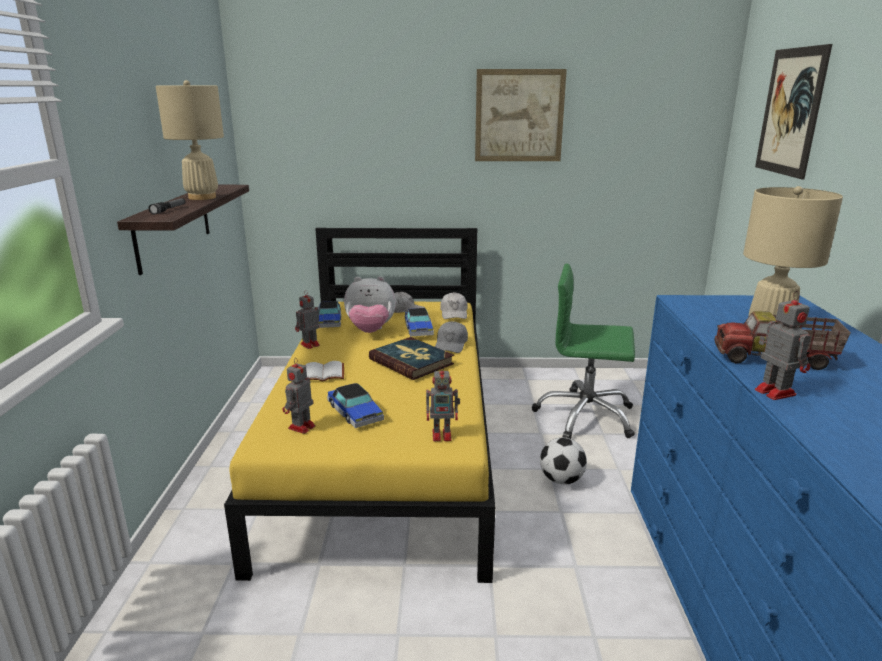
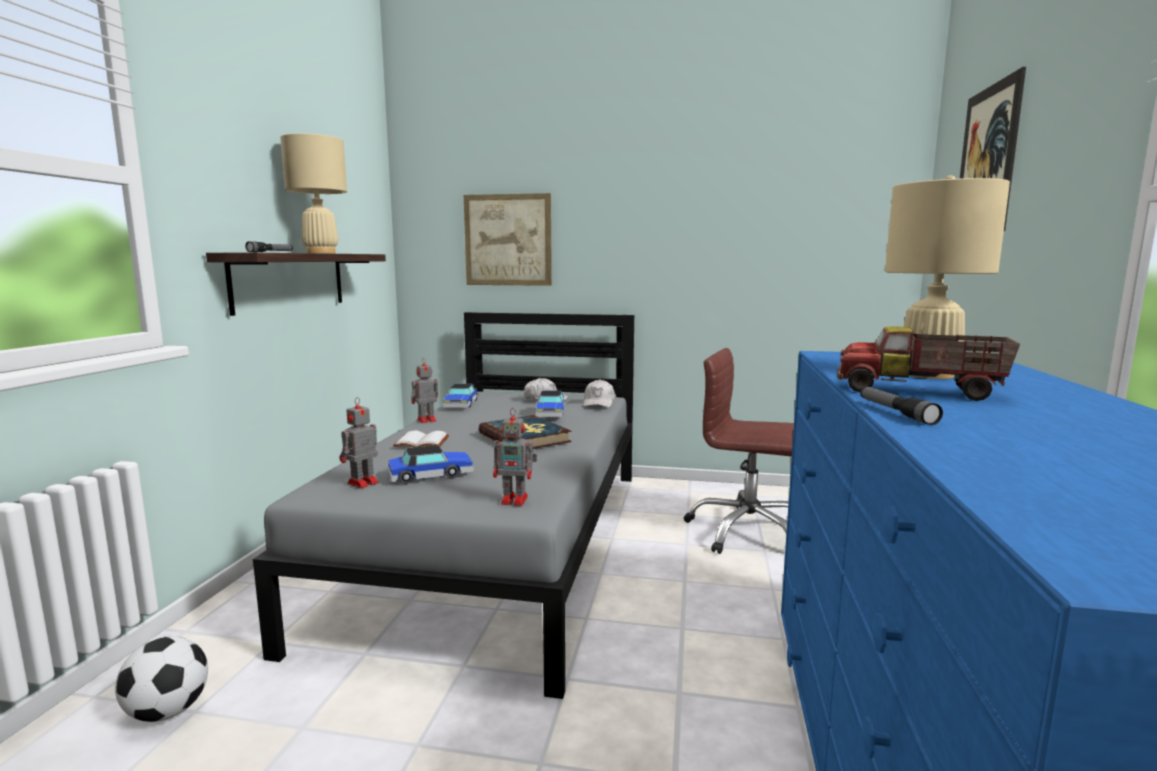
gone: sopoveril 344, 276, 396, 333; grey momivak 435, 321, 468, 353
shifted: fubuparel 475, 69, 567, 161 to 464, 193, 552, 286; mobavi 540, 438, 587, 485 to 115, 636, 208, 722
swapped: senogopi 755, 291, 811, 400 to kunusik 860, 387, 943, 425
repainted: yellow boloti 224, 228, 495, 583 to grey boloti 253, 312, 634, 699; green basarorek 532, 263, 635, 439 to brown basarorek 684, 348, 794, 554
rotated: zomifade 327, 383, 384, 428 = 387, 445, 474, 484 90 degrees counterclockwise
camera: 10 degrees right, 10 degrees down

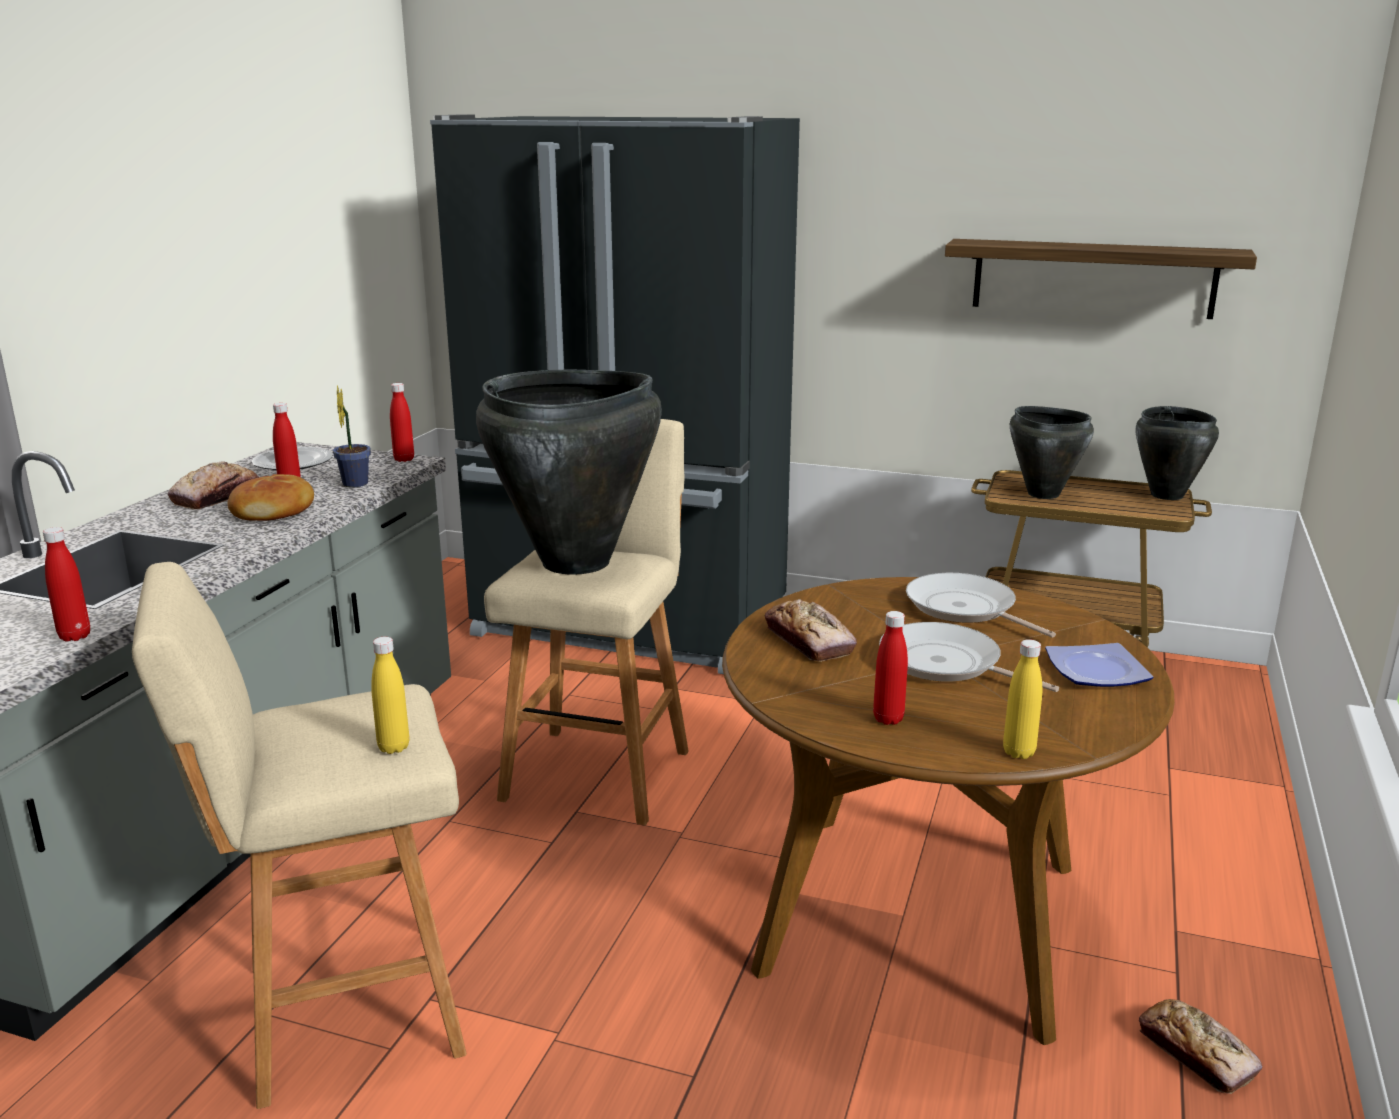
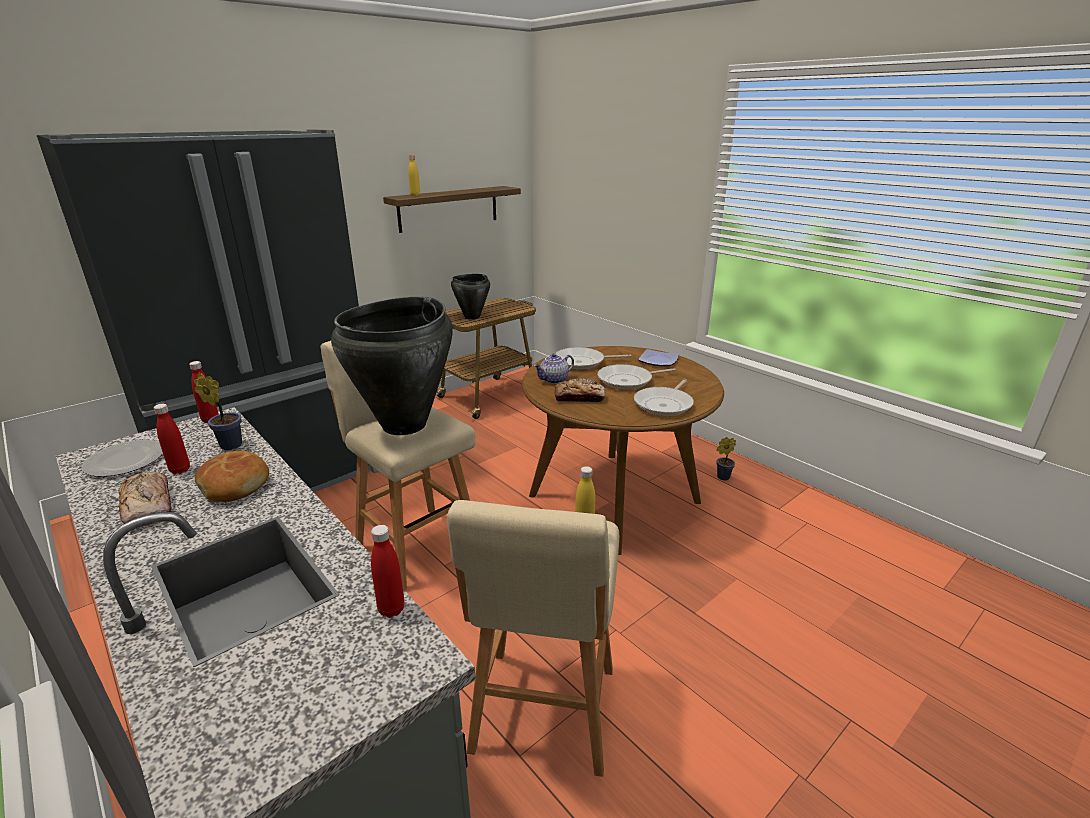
gone: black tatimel 1135, 406, 1219, 500
new: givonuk 533, 353, 574, 384
shifted: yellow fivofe 1003, 639, 1042, 759 to 408, 155, 420, 196
swapped: red fivofe 873, 611, 908, 725 to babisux 634, 379, 694, 416; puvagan 1139, 999, 1262, 1094 to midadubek 716, 437, 736, 480
camera: 60 degrees left, 5 degrees up

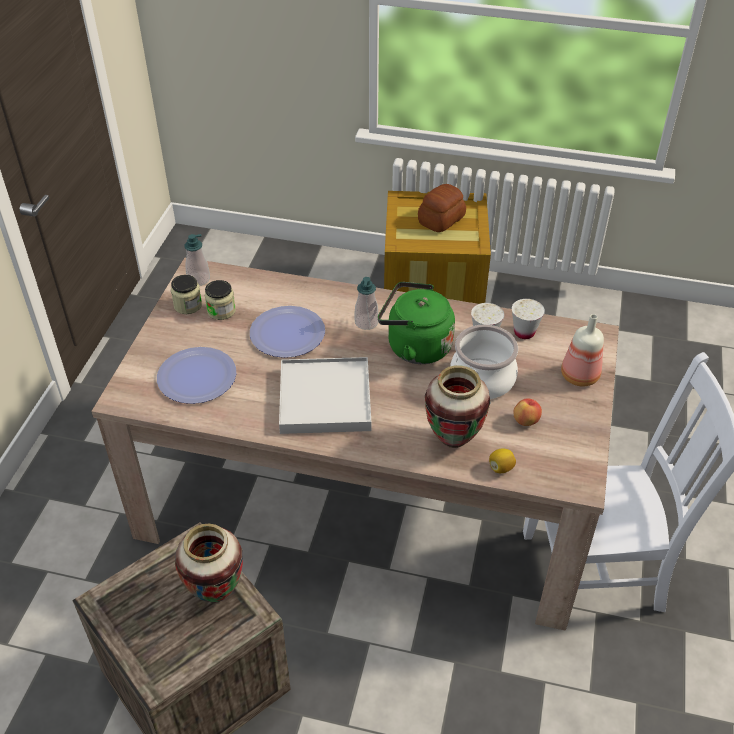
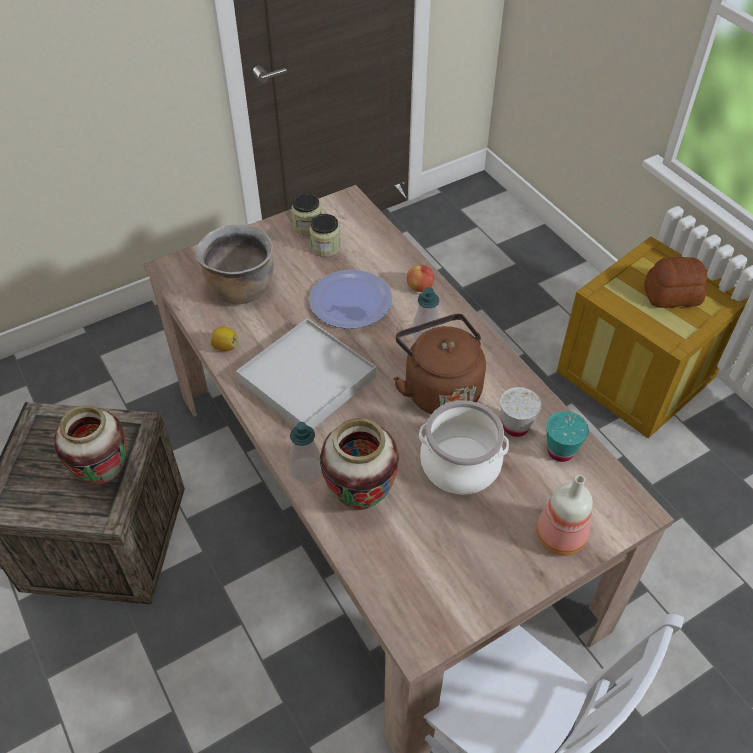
shifted: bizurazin 184, 234, 210, 286 to 289, 422, 321, 482; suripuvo 489, 449, 516, 473 to 210, 327, 238, 351; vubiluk 514, 398, 542, 426 to 407, 265, 434, 292
swapped: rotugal 157, 347, 236, 404 to brown tatimel 195, 225, 273, 304
repainted: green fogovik 378, 282, 455, 364 to brown fogovik 393, 314, 486, 414; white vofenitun 512, 299, 545, 339 to turquoise vofenitun 546, 411, 589, 462
camera: 45 degrees right, 5 degrees up

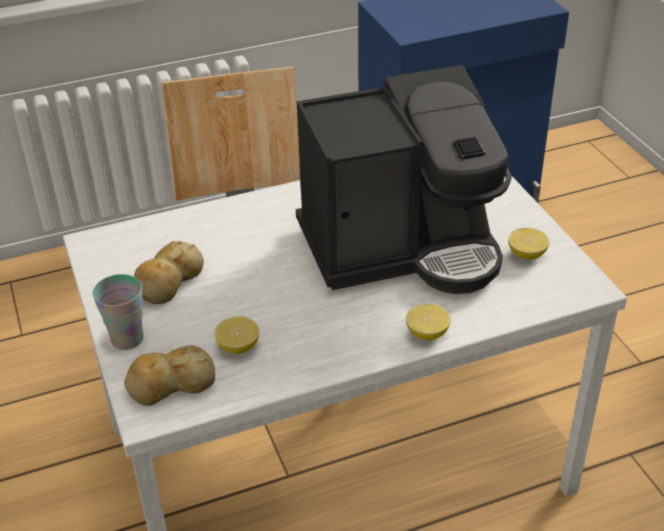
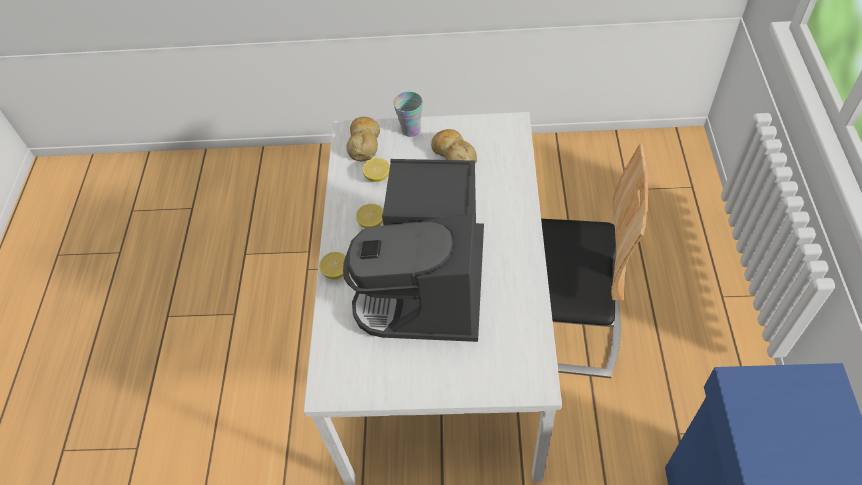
shifted: suripuvo 508, 228, 550, 260 to 356, 204, 384, 228
camera: 115 degrees right, 15 degrees up

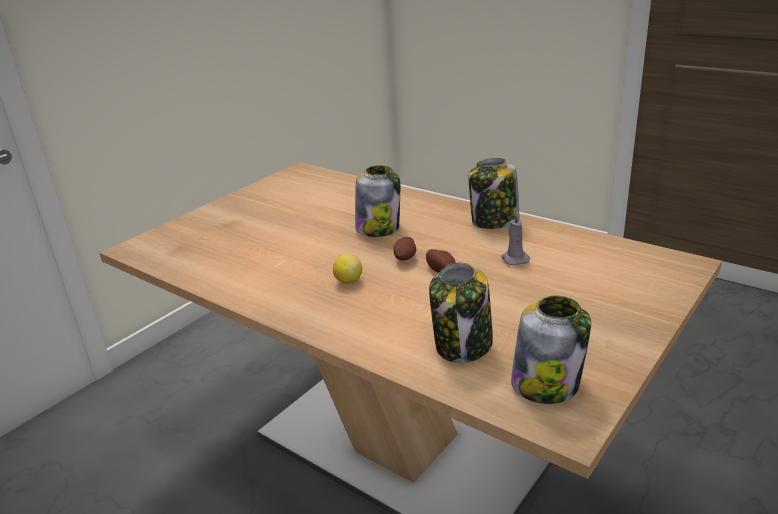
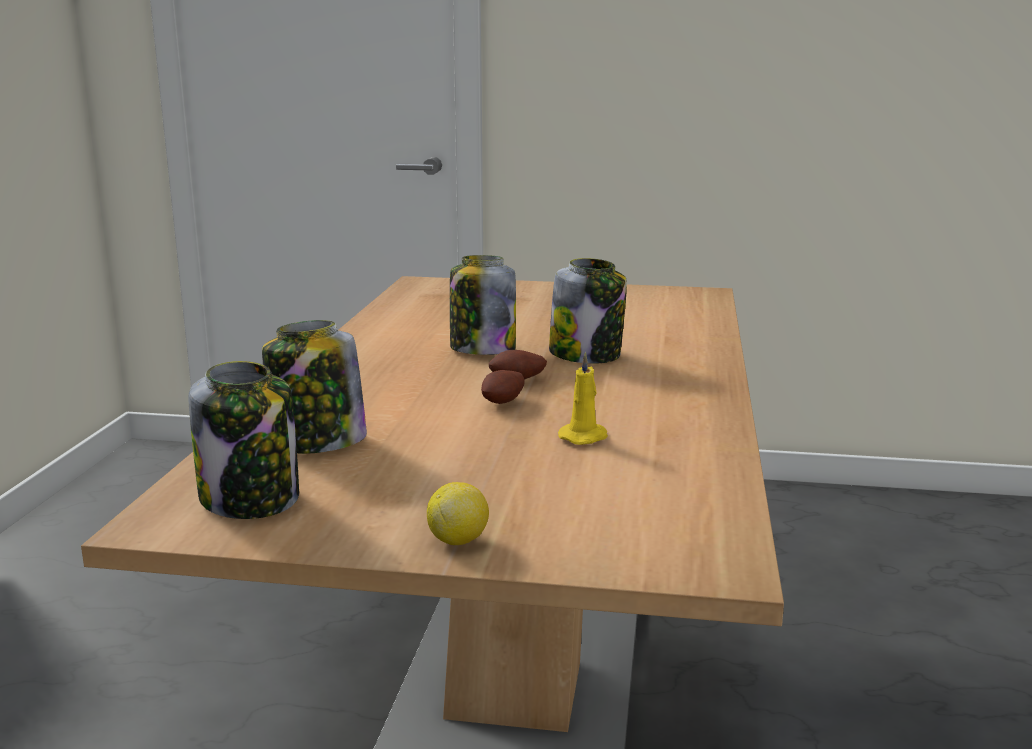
shifted: suripuvo 333, 254, 362, 284 to 427, 482, 489, 545; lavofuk 469, 158, 519, 229 to 450, 255, 516, 355
repainted: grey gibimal 501, 212, 530, 266 to yellow gibimal 558, 351, 608, 445
camera: 60 degrees right, 10 degrees down

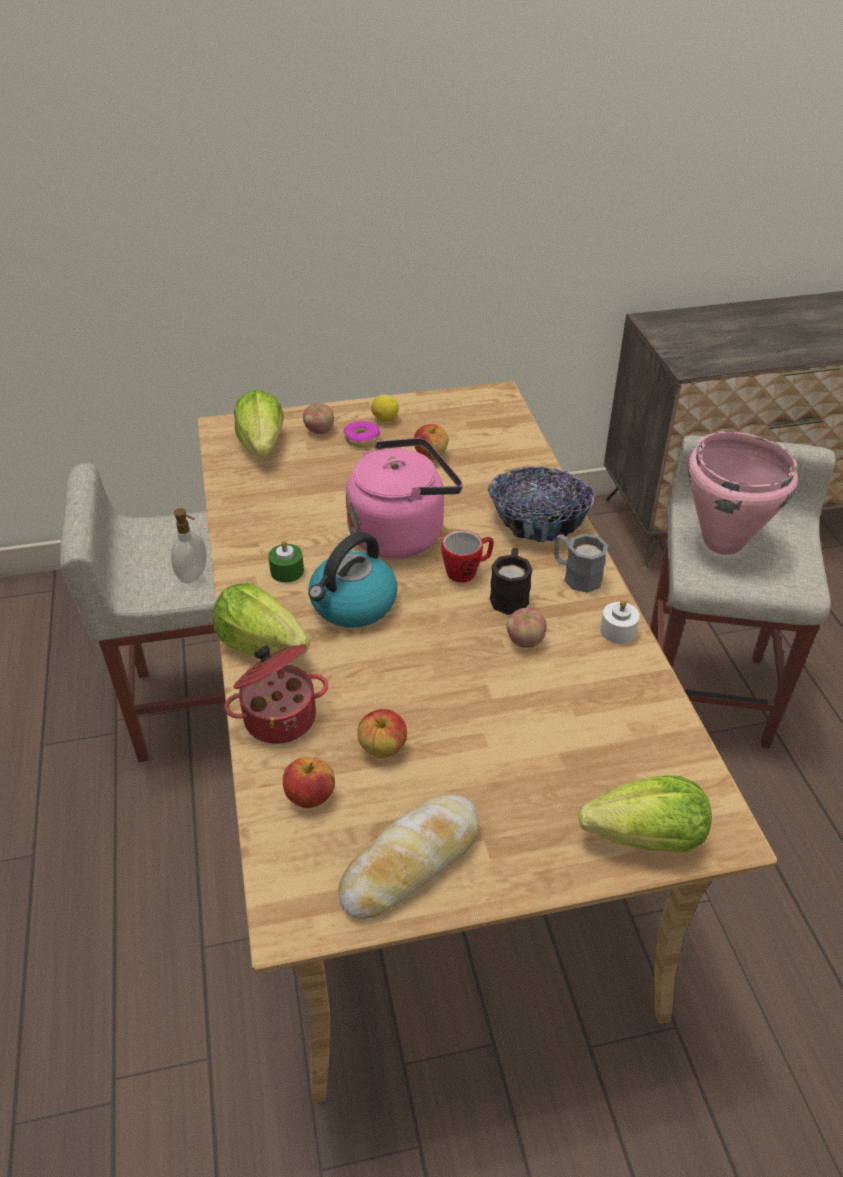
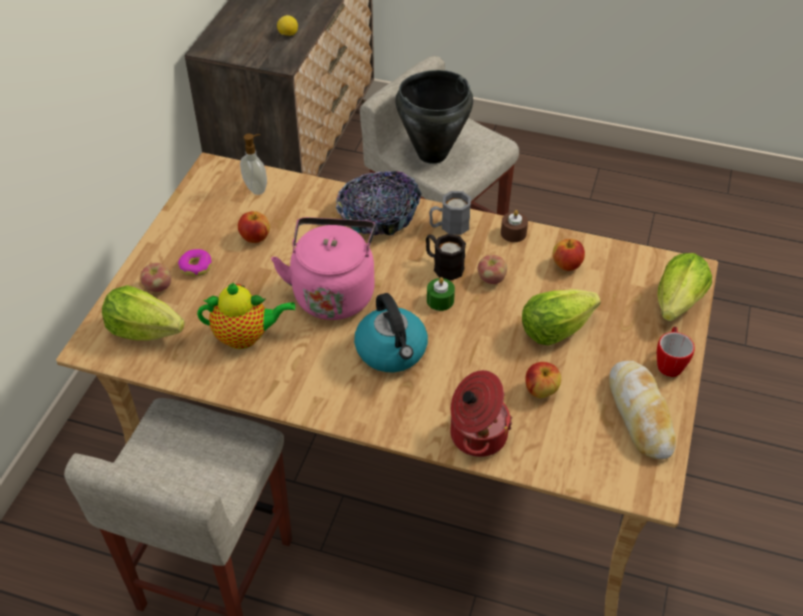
new: givonuk 197, 283, 295, 349
shifted: bizurazin 171, 508, 207, 584 to 240, 134, 267, 195; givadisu 212, 583, 310, 656 to 522, 289, 601, 346; green gibimal 268, 540, 304, 583 to 427, 277, 455, 311; vubiluk 283, 756, 335, 808 to 553, 239, 585, 271; suripuvo 371, 394, 399, 422 to 277, 15, 298, 36; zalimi 441, 530, 494, 583 to 657, 327, 695, 377
repainted: white gibimal 600, 599, 640, 644 to brown gibimal 501, 210, 528, 242; pink tatimel 688, 431, 798, 555 to black tatimel 395, 70, 473, 164
camera: 60 degrees left, 5 degrees up

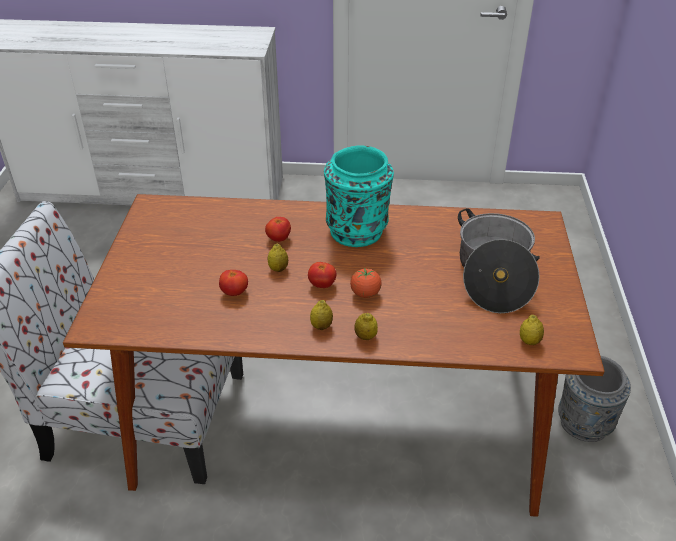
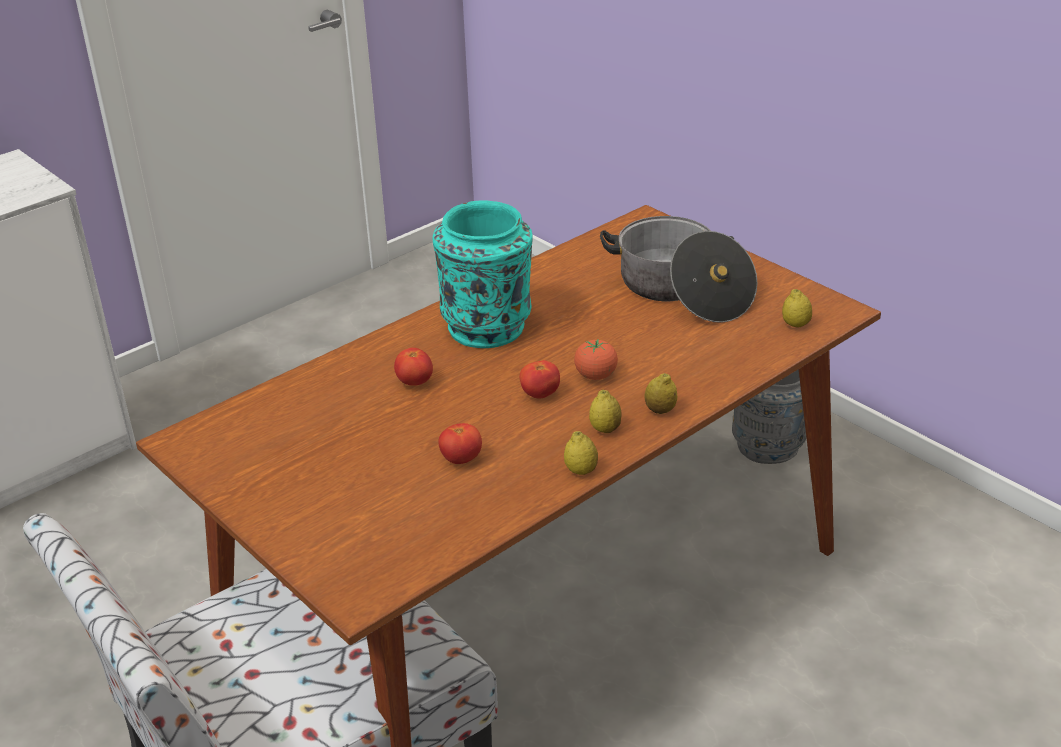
shifted: suripuvo 268, 244, 288, 272 to 564, 431, 598, 475
camera: 45 degrees left, 5 degrees down

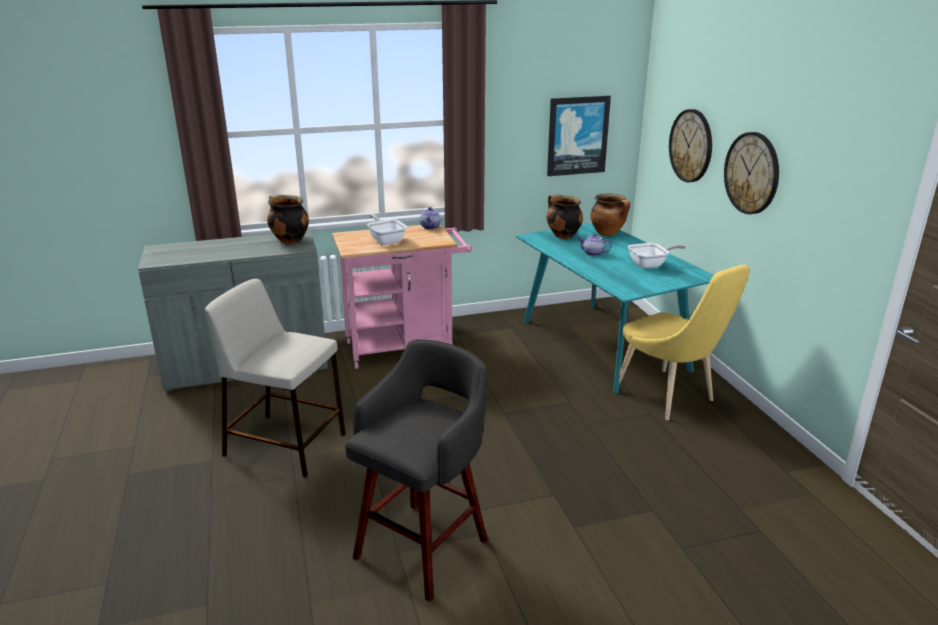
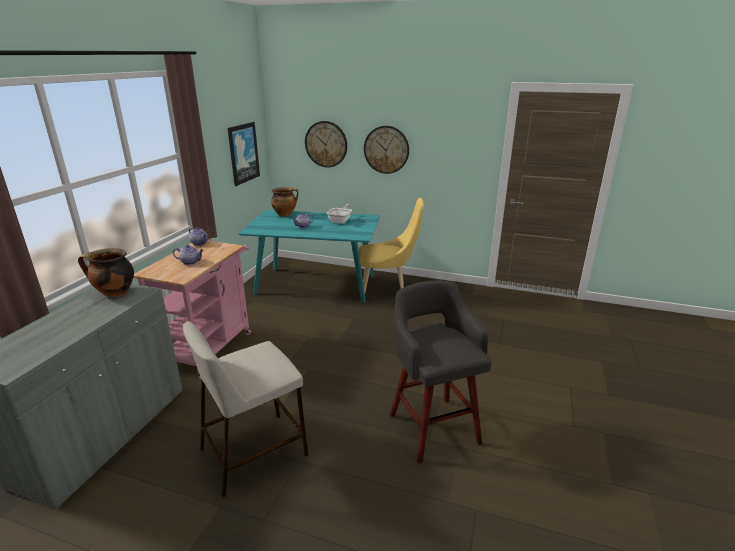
gone: tatimel 547, 195, 583, 239
swapped: babisux 367, 214, 407, 245 to givonuk 173, 245, 204, 265
camera: 55 degrees left, 0 degrees up

